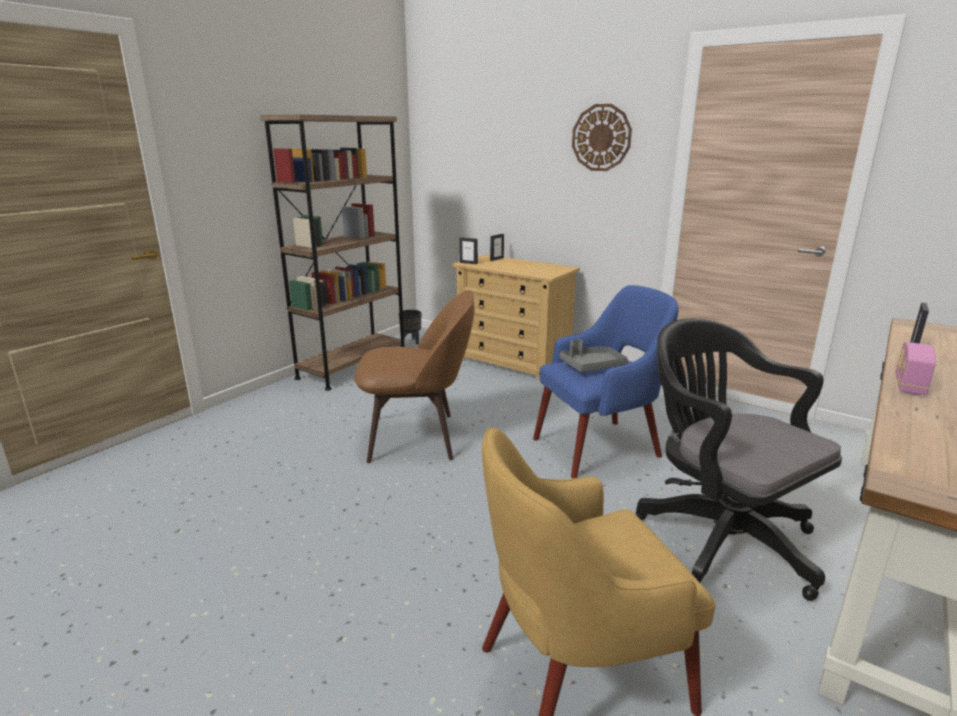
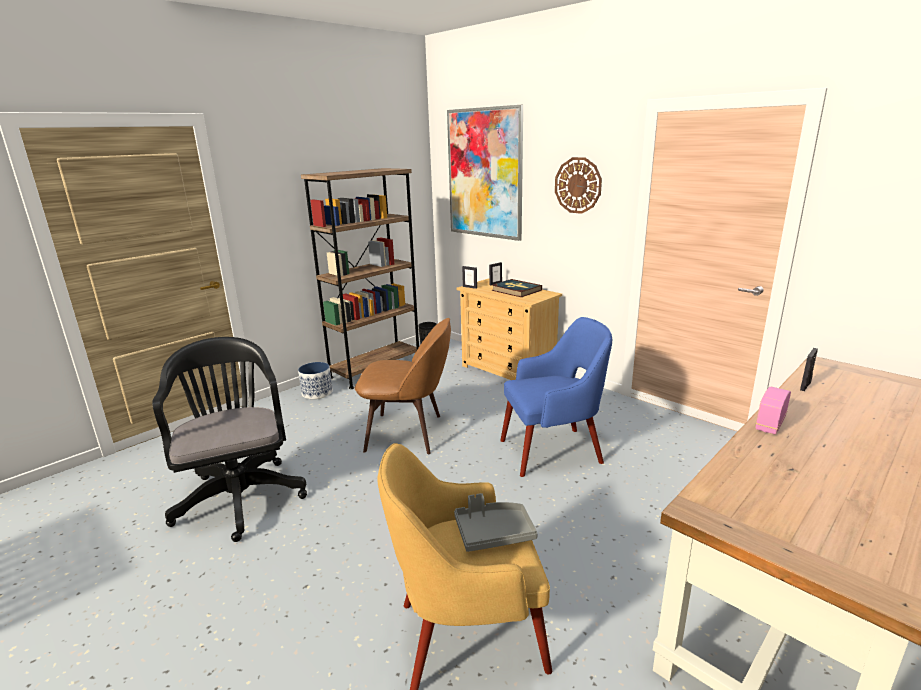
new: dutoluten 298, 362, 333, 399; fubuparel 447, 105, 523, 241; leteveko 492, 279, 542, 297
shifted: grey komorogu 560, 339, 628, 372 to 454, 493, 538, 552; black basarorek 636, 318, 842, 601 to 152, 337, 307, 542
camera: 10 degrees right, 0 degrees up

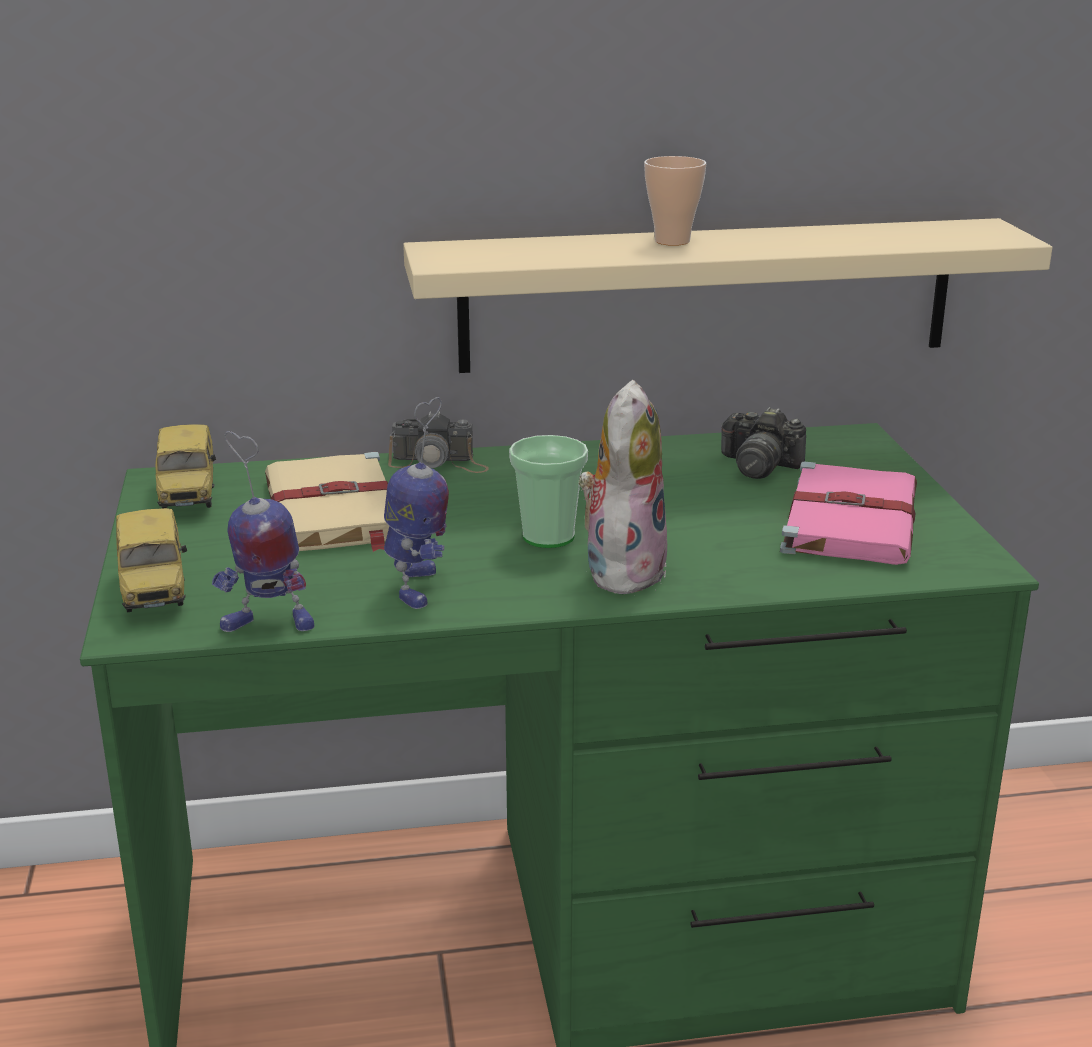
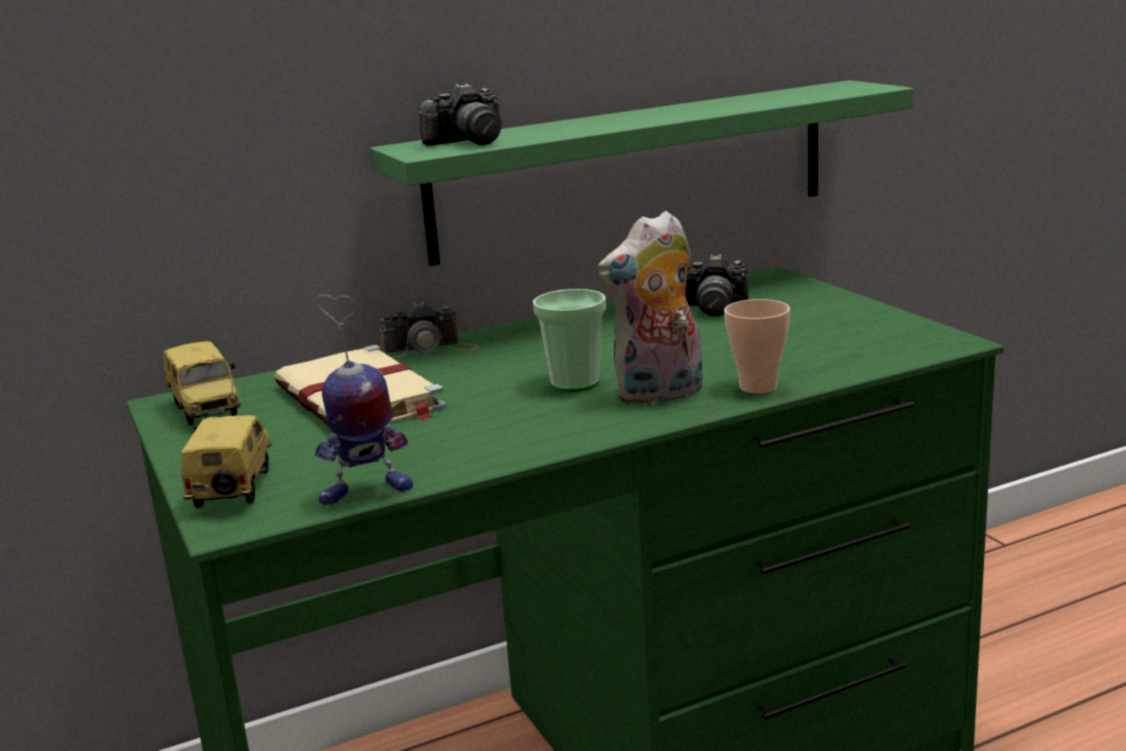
gone: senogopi 384, 397, 449, 609; pink leteveko 780, 461, 917, 565
new: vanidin 418, 83, 502, 146
shifted: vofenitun 644, 156, 706, 246 to 724, 299, 790, 394
repainted: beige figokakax 403, 218, 1052, 373 to green figokakax 370, 80, 914, 266
rotated: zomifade 116, 508, 187, 612 = 181, 414, 272, 508 150 degrees counterclockwise; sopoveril 578, 380, 667, 594 = 597, 211, 703, 406 120 degrees counterclockwise
camera: 15 degrees left, 5 degrees down

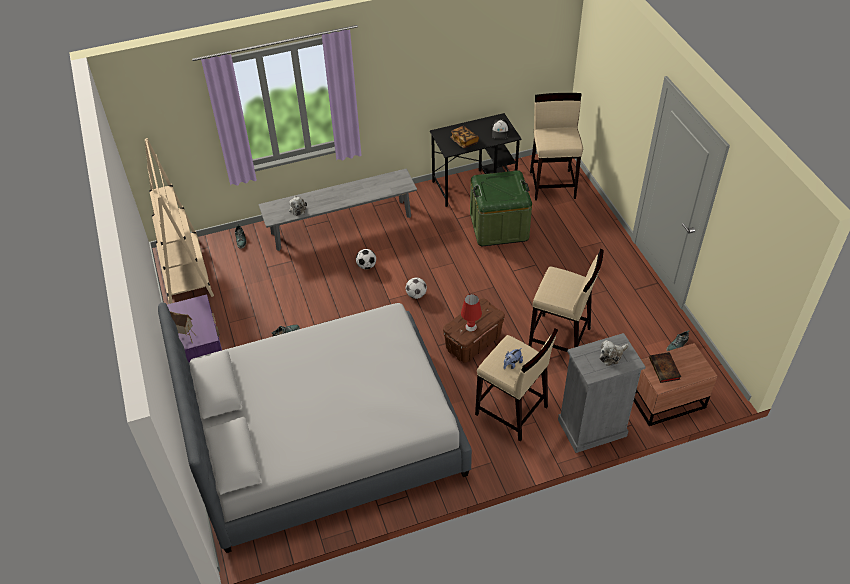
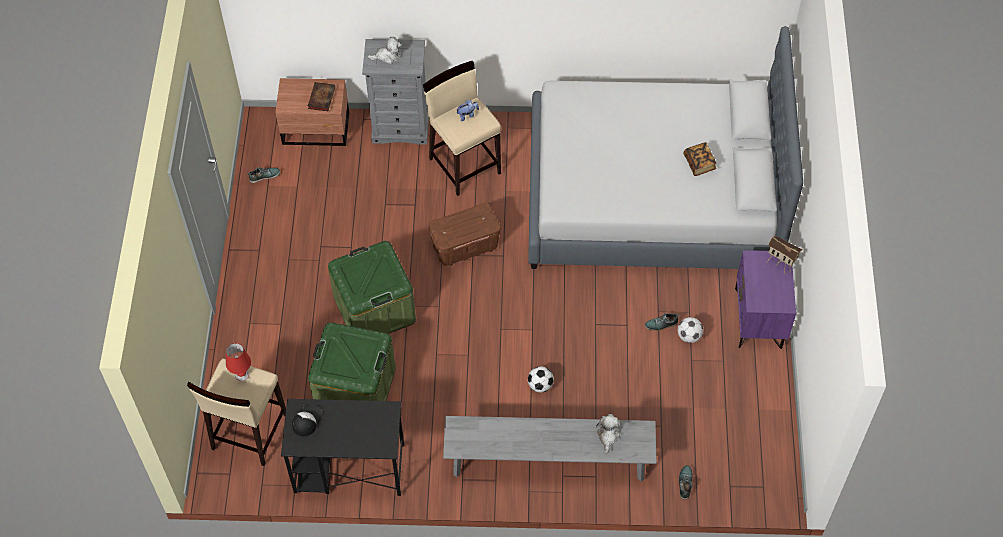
gone: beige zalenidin 145, 138, 214, 304; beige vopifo 529, 249, 604, 352
new: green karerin 328, 241, 416, 334
shifted: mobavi 406, 278, 427, 299 to 678, 317, 703, 343; leteveko 450, 126, 479, 148 to 684, 142, 716, 176; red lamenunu 461, 294, 482, 332 to 226, 343, 251, 381
camera: 160 degrees left, 10 degrees up

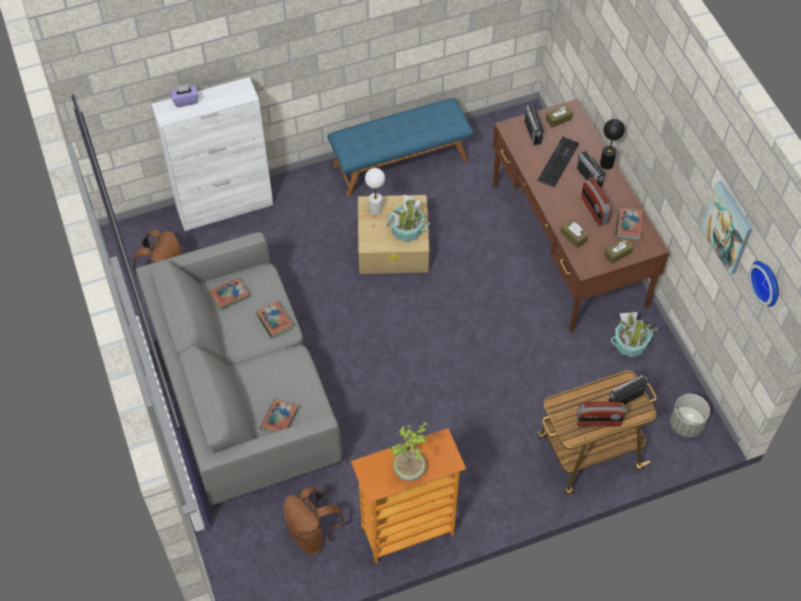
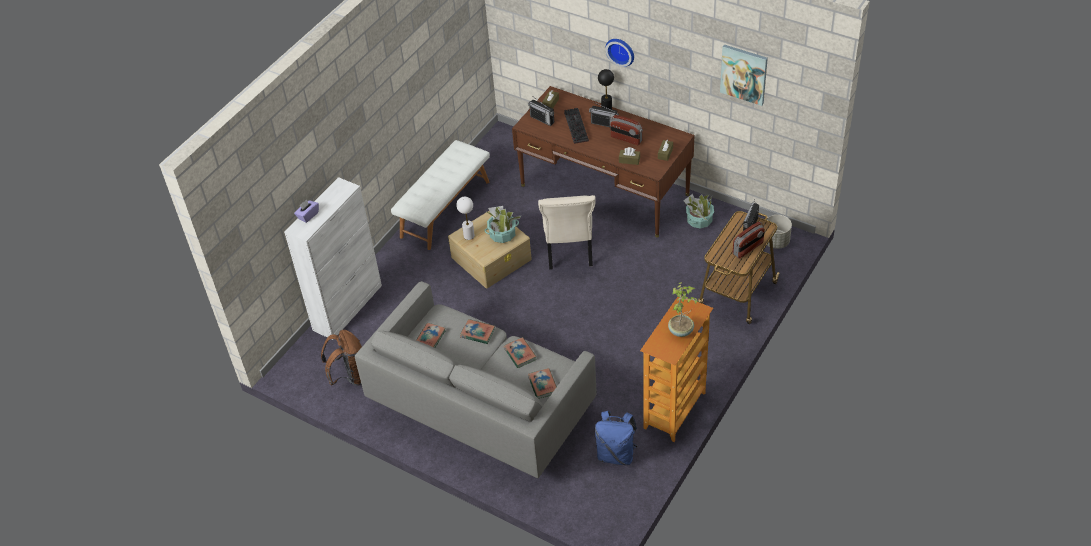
new: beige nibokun 538, 195, 596, 270
shifted: leteveko 615, 207, 644, 240 to 504, 337, 536, 368; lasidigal 748, 261, 779, 307 to 606, 39, 634, 67
repainted: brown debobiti 283, 487, 345, 555 to blue debobiti 595, 411, 638, 465; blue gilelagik 328, 98, 473, 197 to white gilelagik 391, 140, 490, 250
camera: 35 degrees left, 10 degrees down

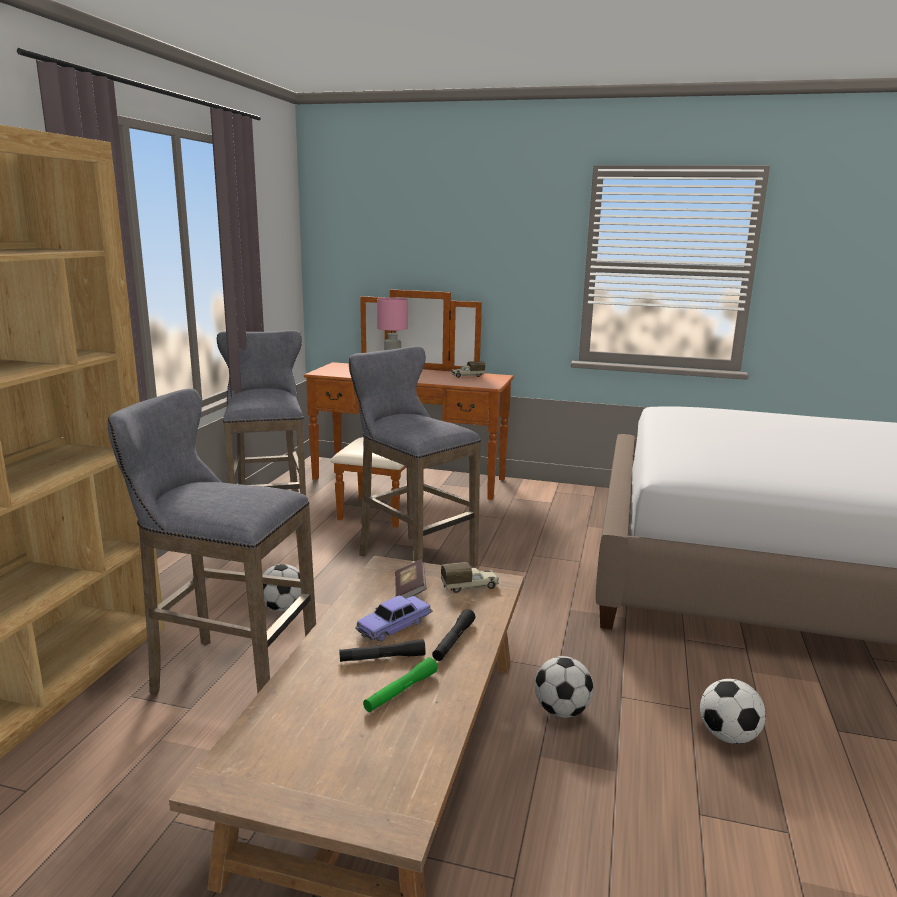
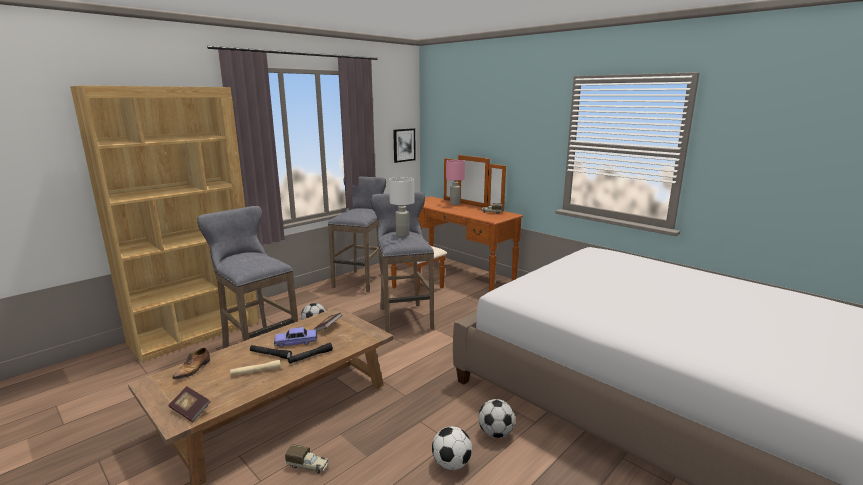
new: leteveko 168, 386, 210, 422; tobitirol 172, 348, 210, 379; white lamenunu 389, 177, 414, 237; fubuparel 393, 128, 416, 163
shifted: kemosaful 441, 562, 499, 593 to 285, 444, 329, 474; mobavi 535, 656, 593, 718 to 478, 399, 515, 438
repainted: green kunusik 363, 657, 438, 712 to beige kunusik 230, 360, 281, 376
camera: 30 degrees right, 0 degrees up

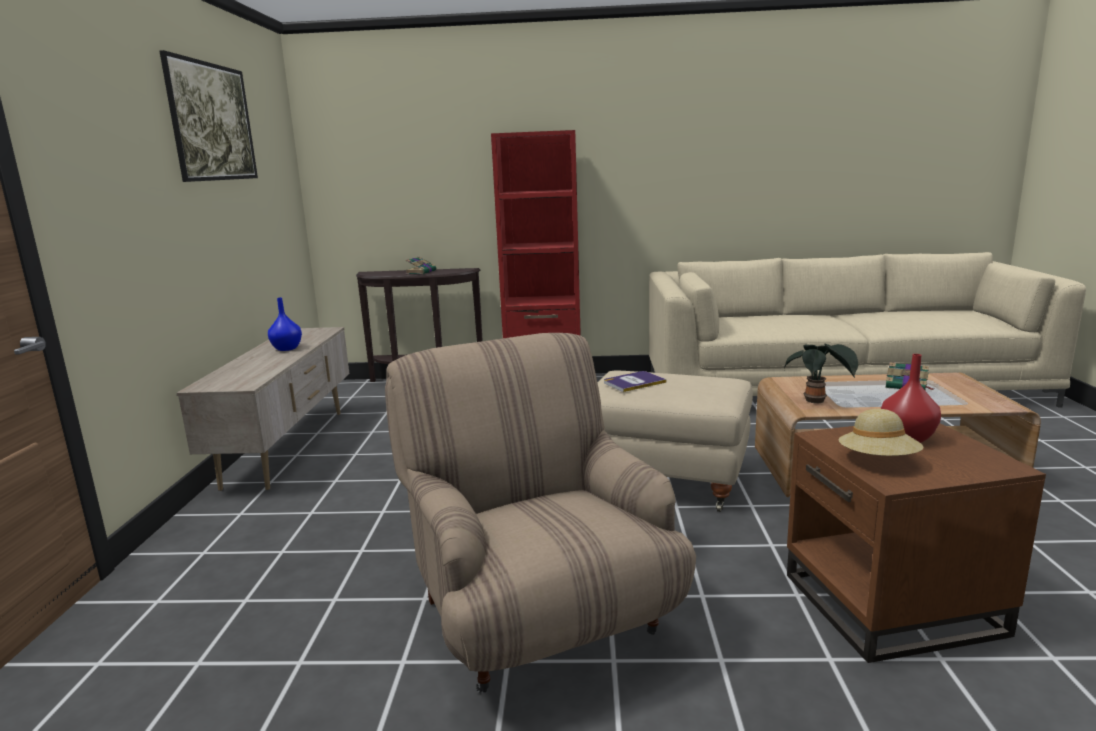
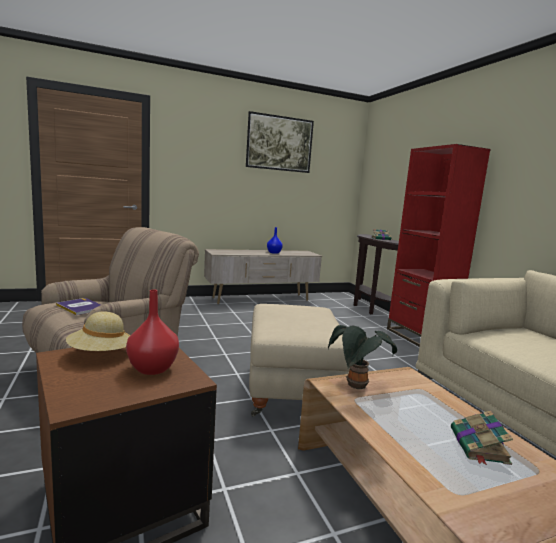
shifted: leteveko 604, 371, 666, 392 to 56, 298, 101, 315
camera: 65 degrees right, 5 degrees down

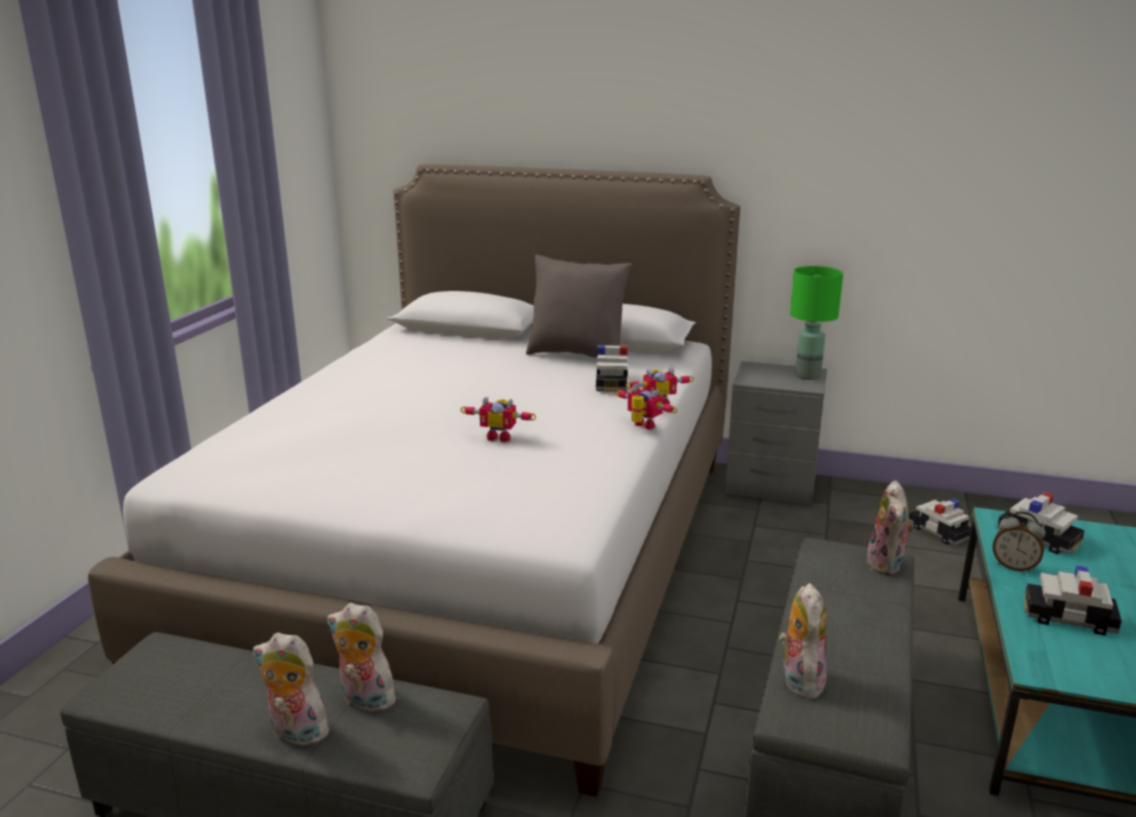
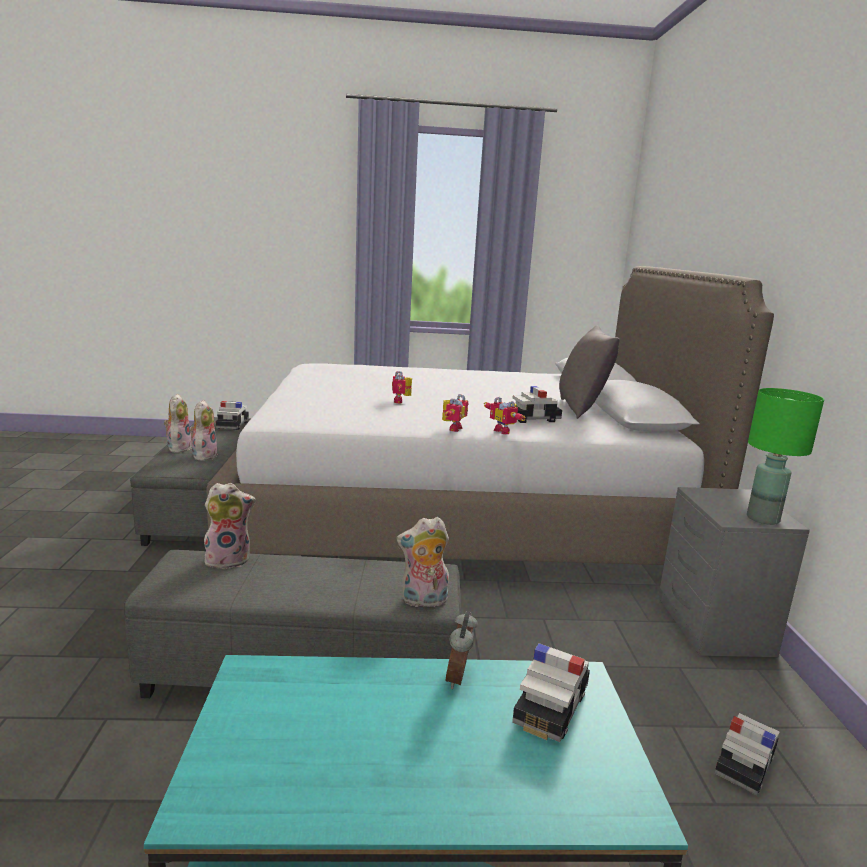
shifted: zomifade 1024, 565, 1122, 636 to 216, 401, 249, 430
camera: 70 degrees right, 5 degrees down

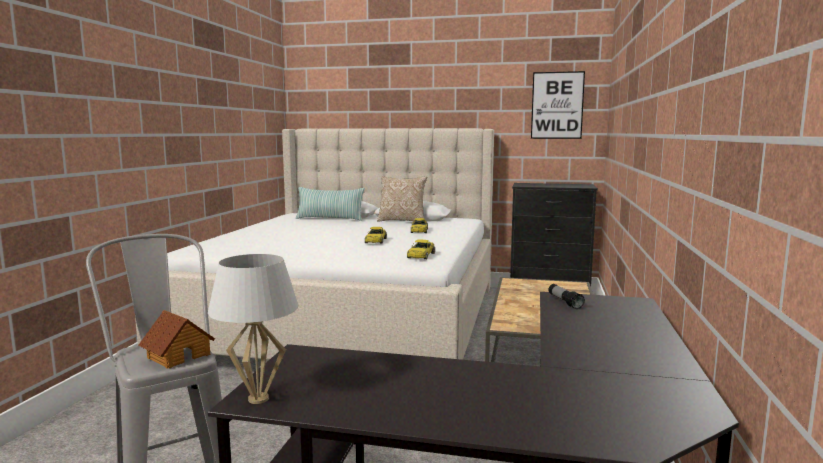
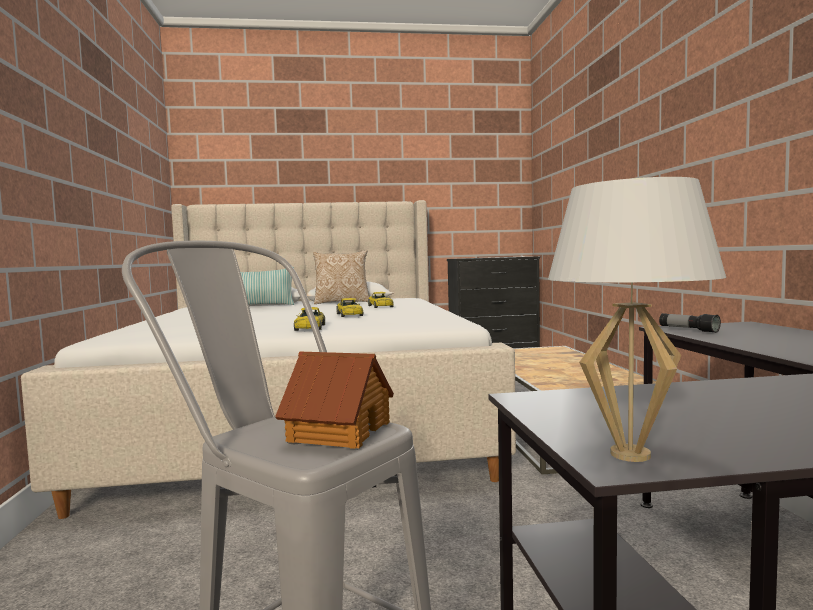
gone: fubuparel 531, 71, 585, 139
shifted: yellow zomifade 407, 239, 435, 259 to 294, 307, 325, 331
camera: 20 degrees left, 5 degrees down

